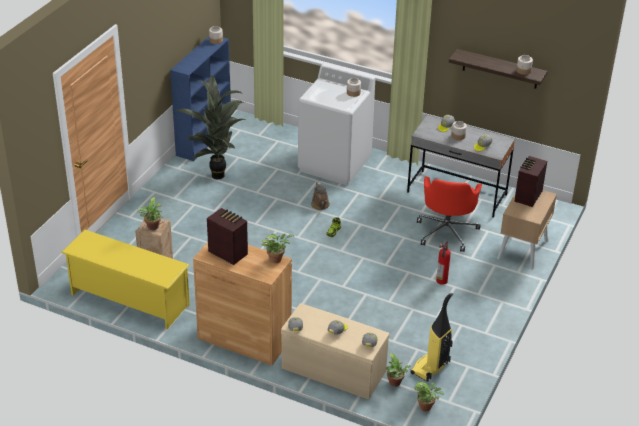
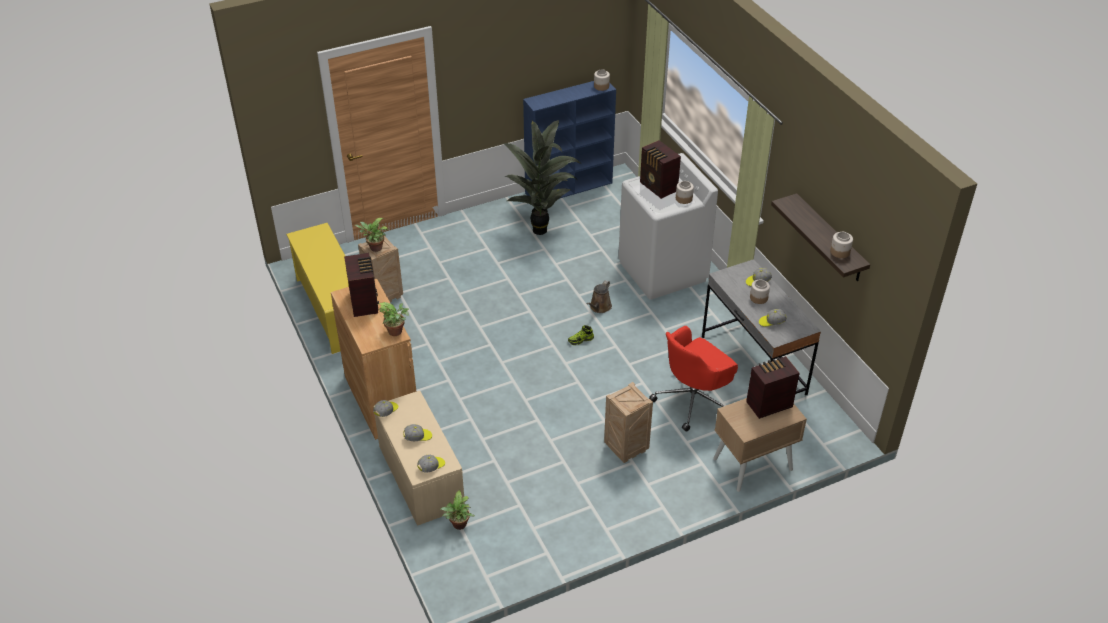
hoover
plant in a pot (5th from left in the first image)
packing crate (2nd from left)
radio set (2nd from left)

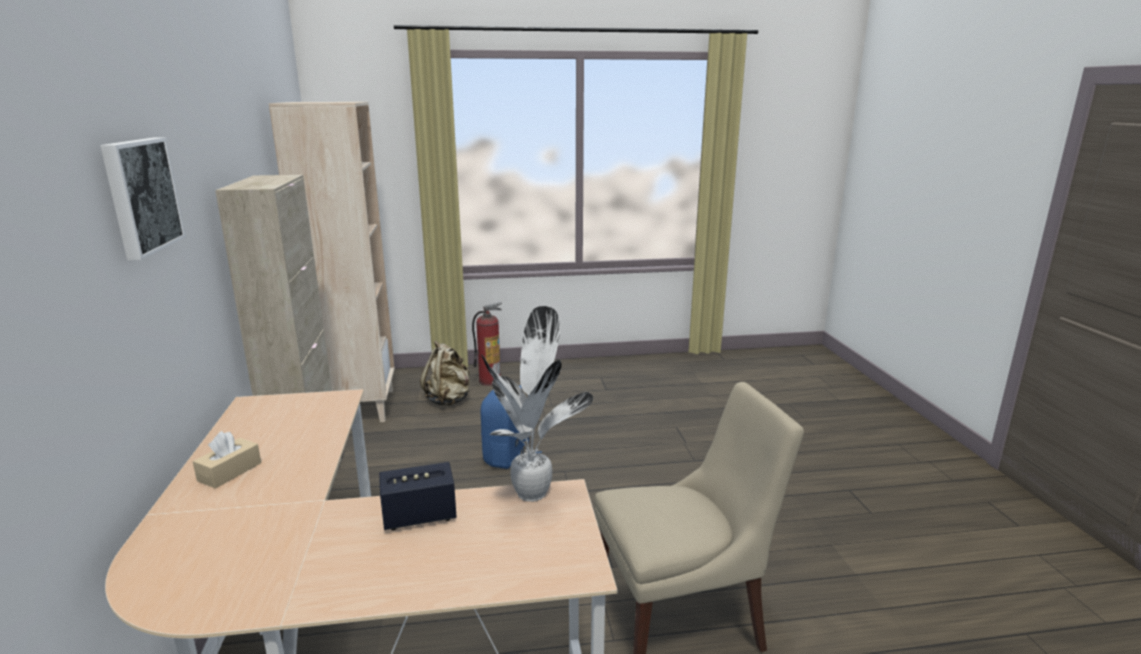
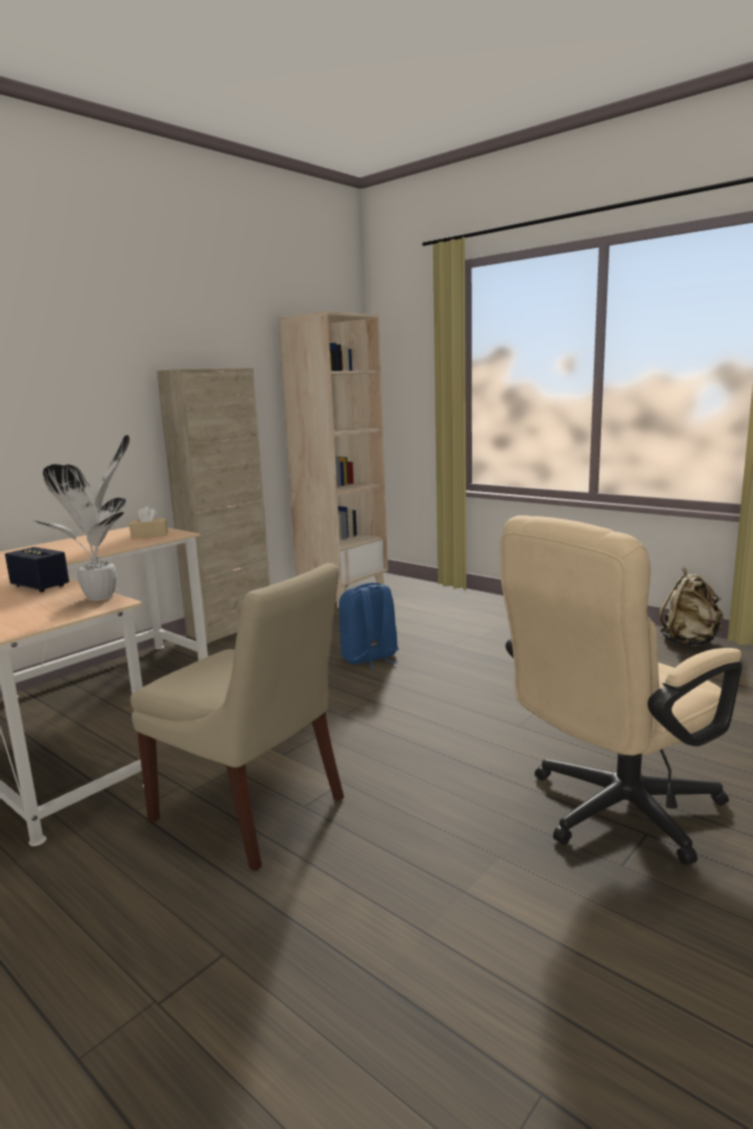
picture
sand-coloured tissue holder
sand-coloured backpack
fire extinguisher
sand-coloured computer chair

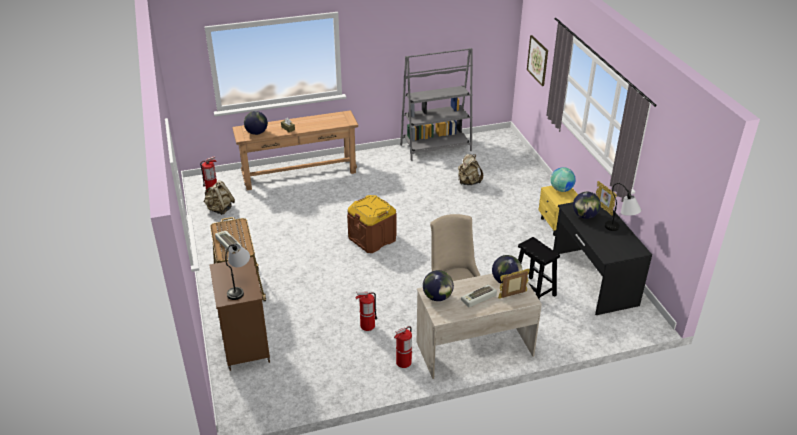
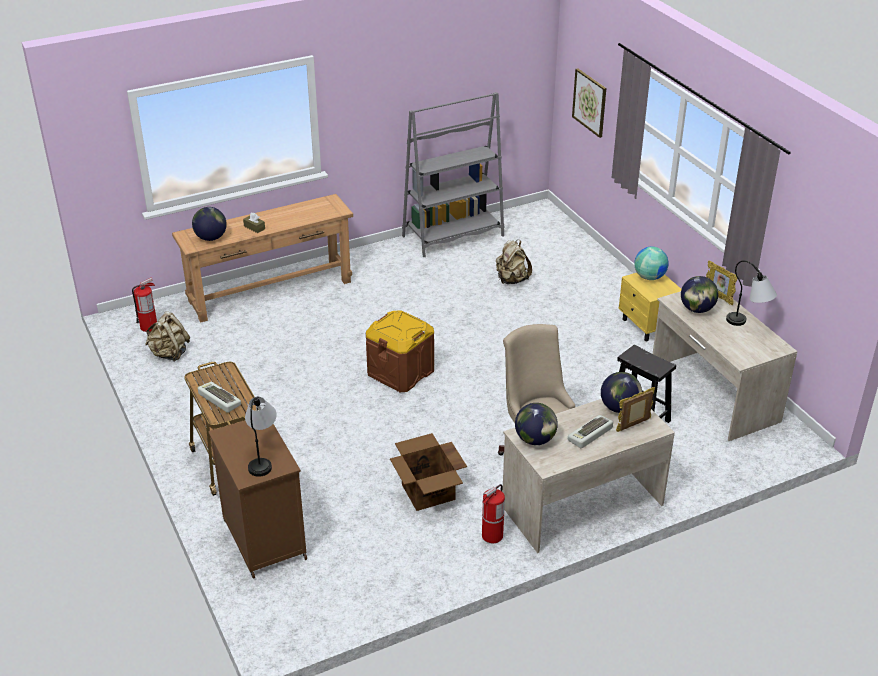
cardboard box
sand-coloured desk unit (2nd from left)

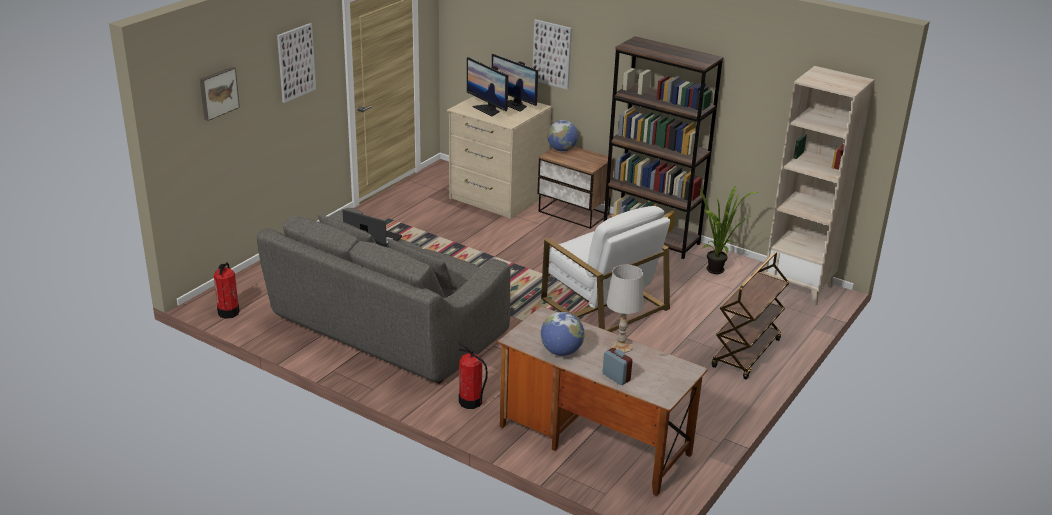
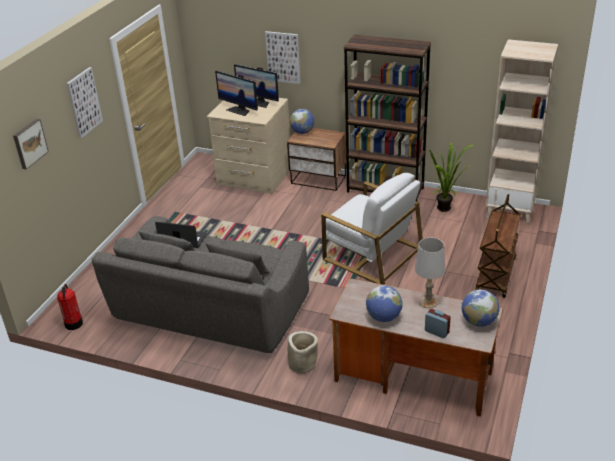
sand-coloured flower pot
desk globe (3rd from left)

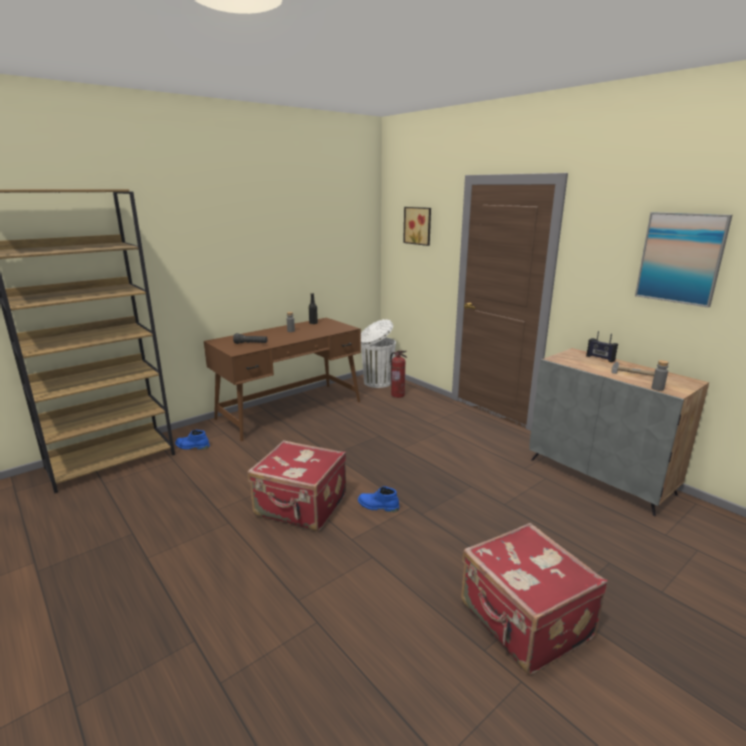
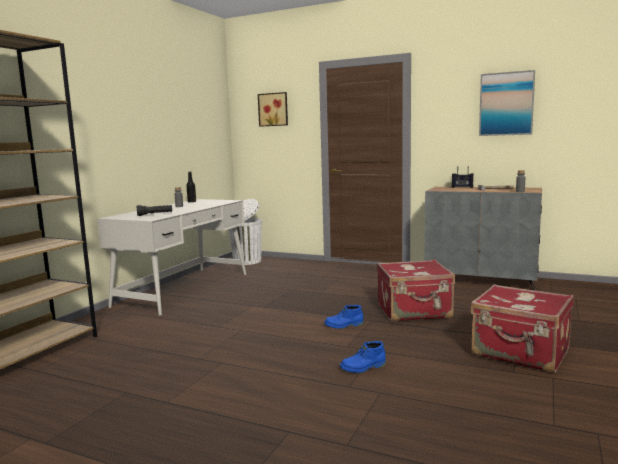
blue-coloured high-top boot (2nd from left)
white desk unit
red-coloured travel case (1st from left)
fire extinguisher

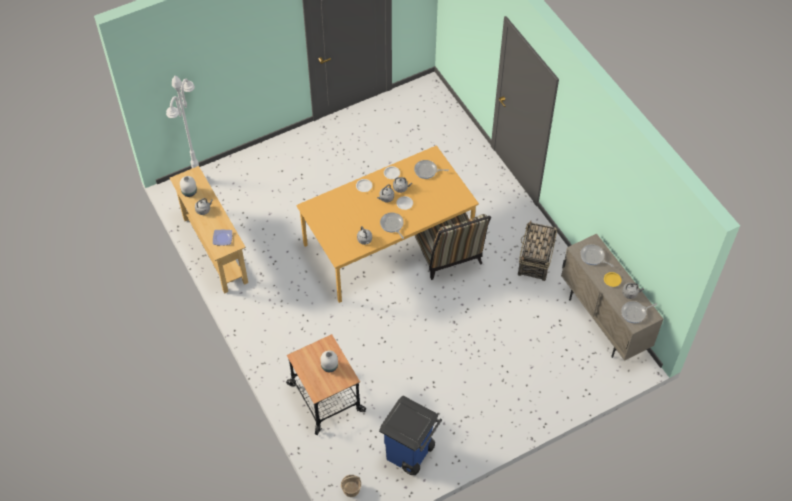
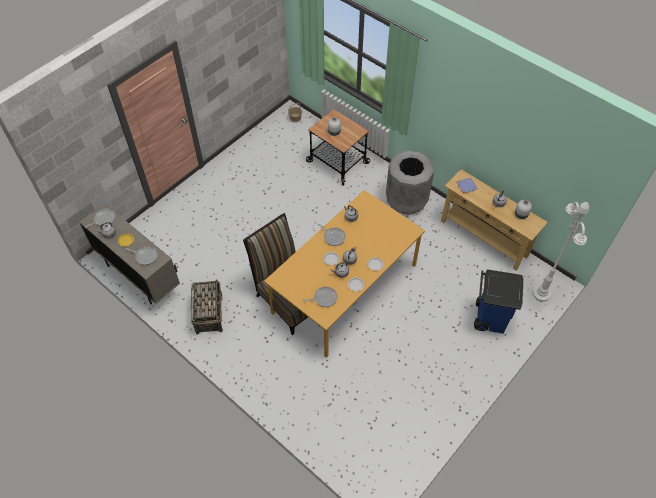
blue-coloured rubbish bin
grey rubbish bin

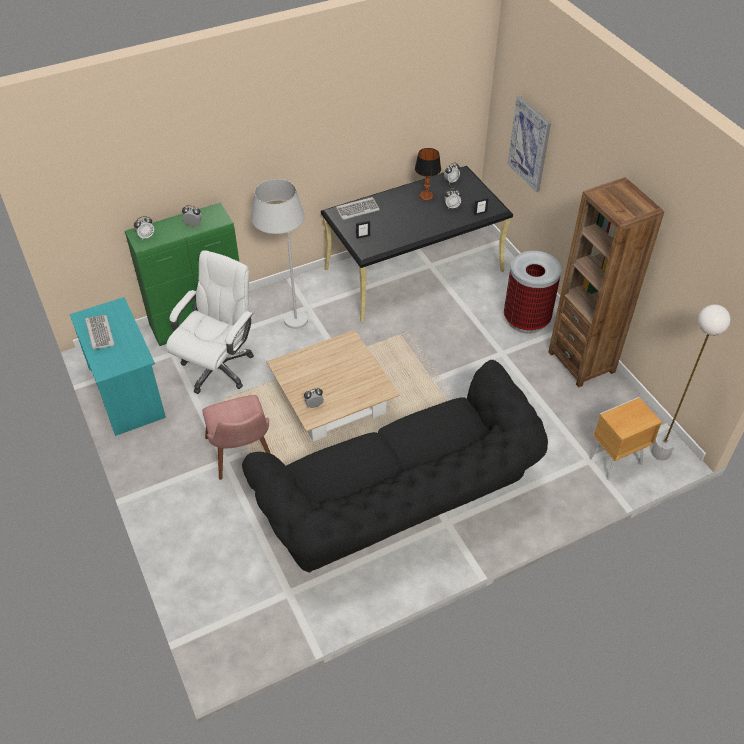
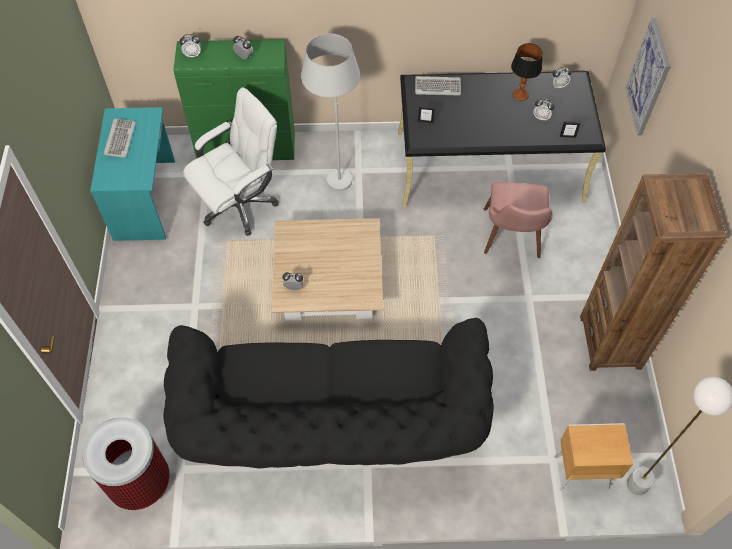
pink-coloured upright chair
rubbish bin

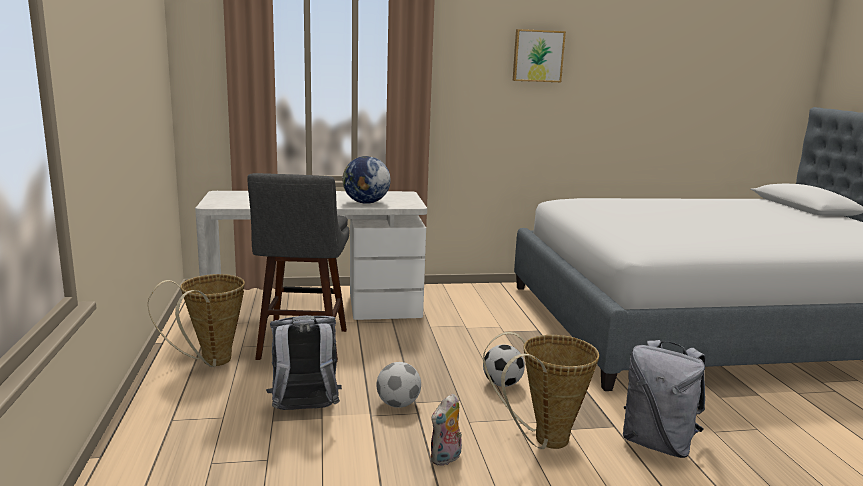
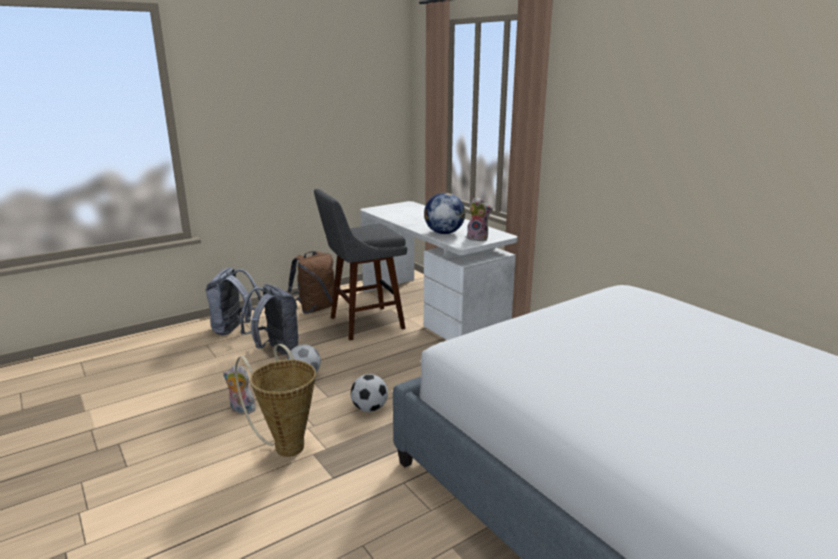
brown backpack
picture
grey backpack (1st from left)
cuddly toy (2nd from left)

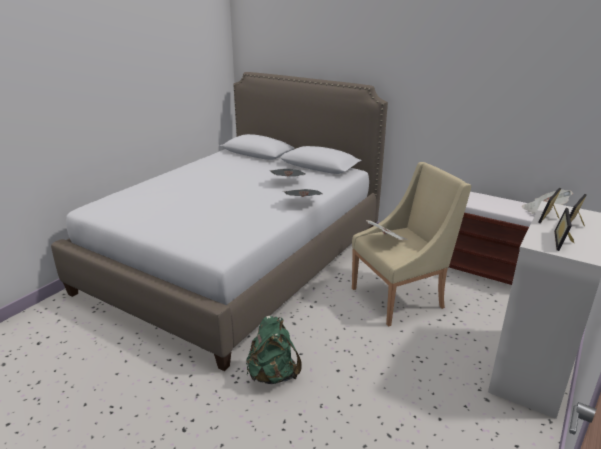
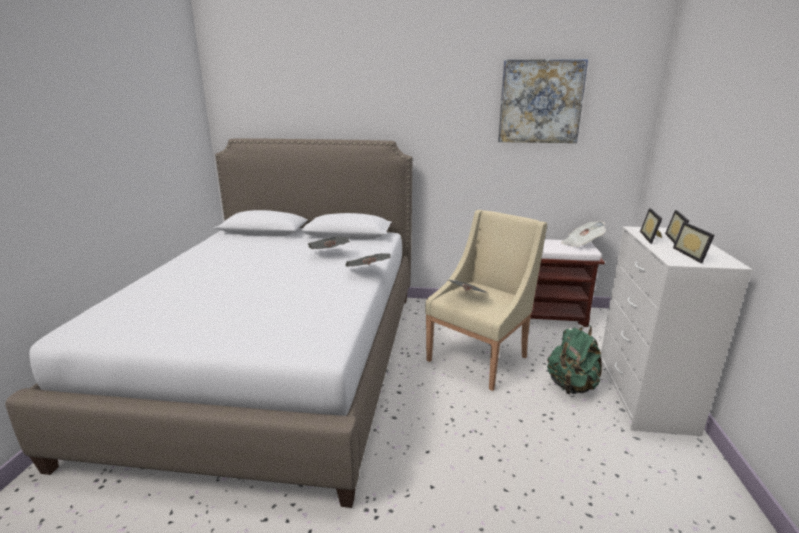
greenish backpack
picture

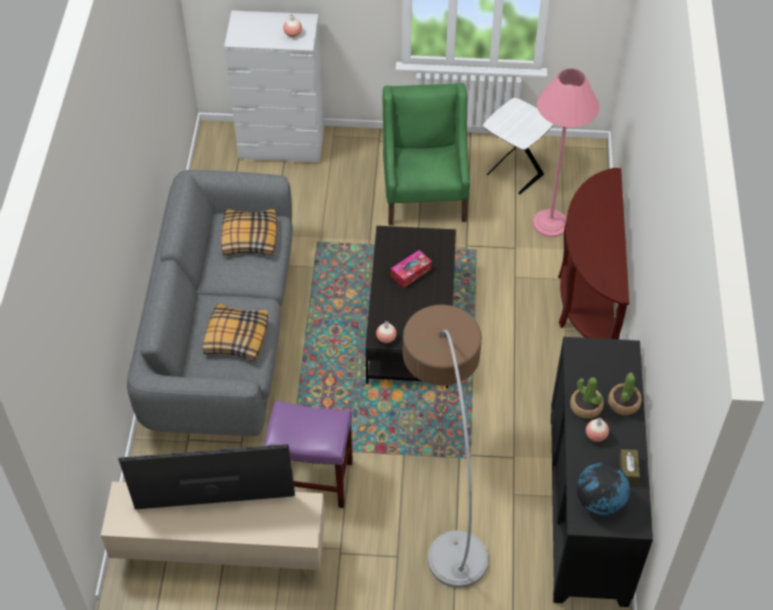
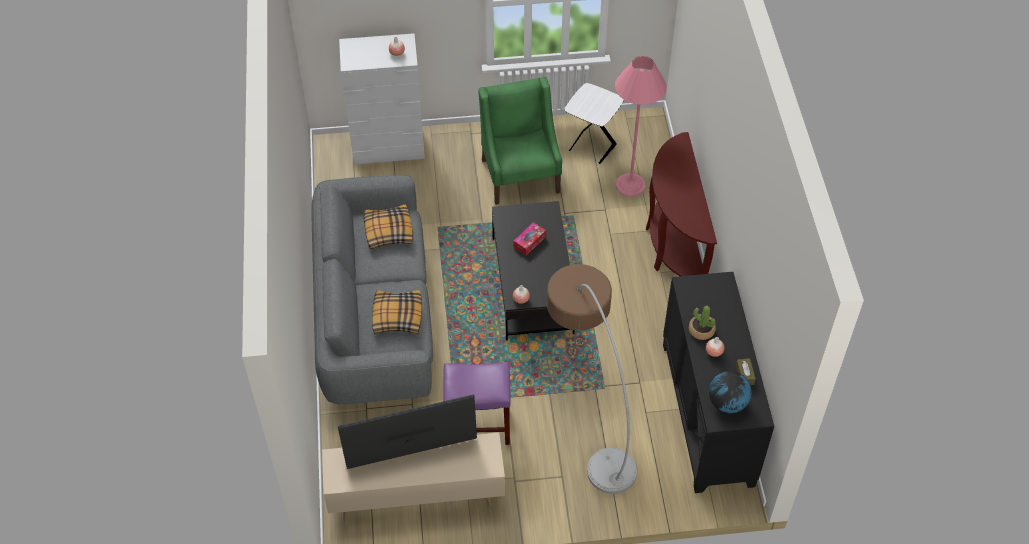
plant in a pot (2nd from left in the first image)

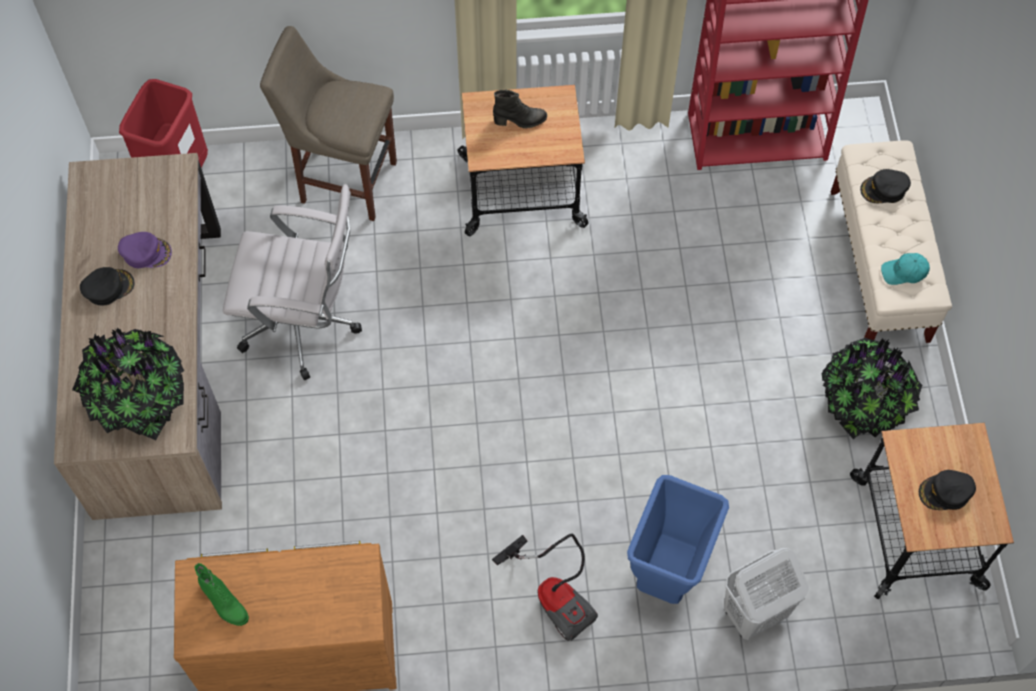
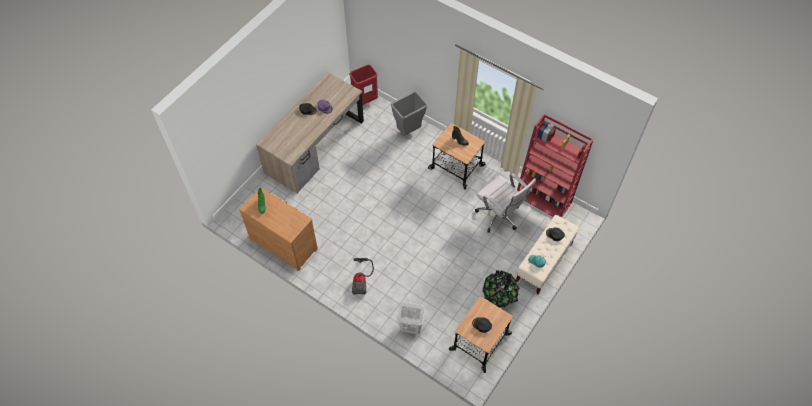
plant in a pot (1st from left in the first image)
white computer chair
grey rubbish bin
blue-coloured rubbish bin

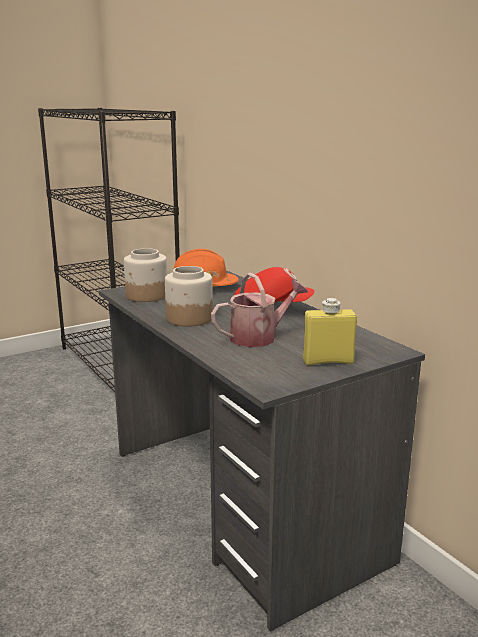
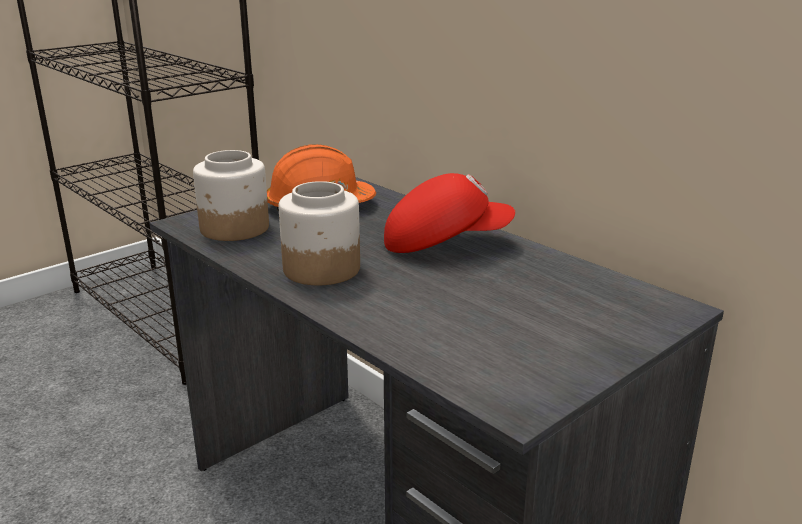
watering pot
yellowish beverage bottle

